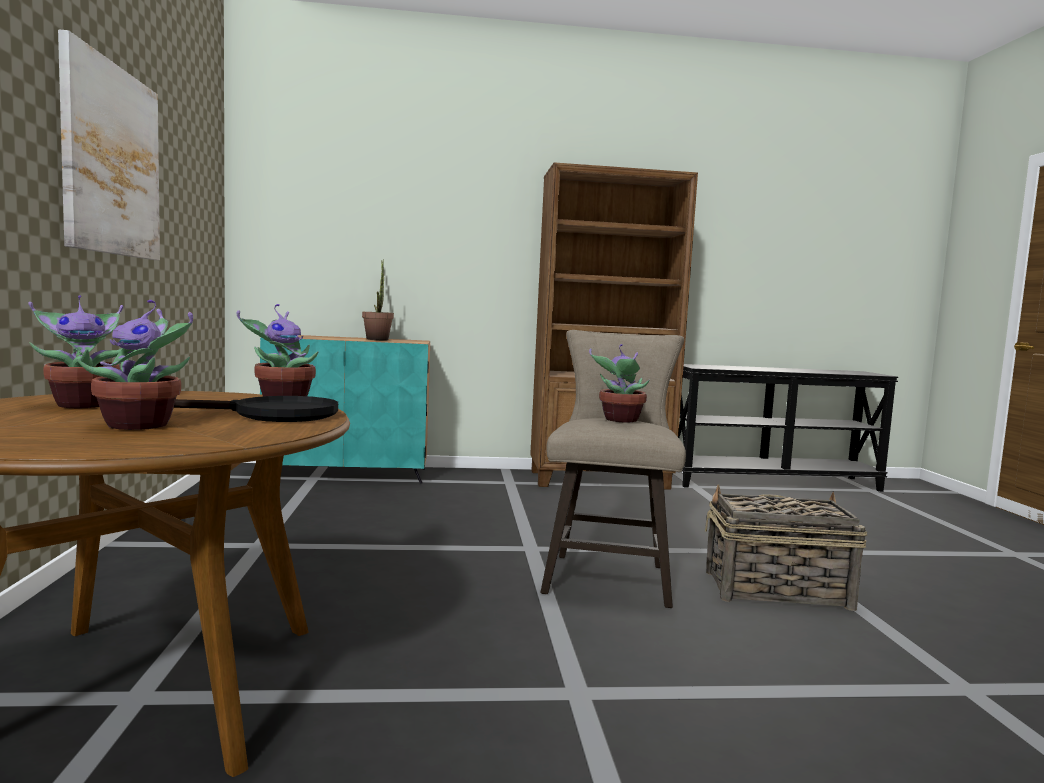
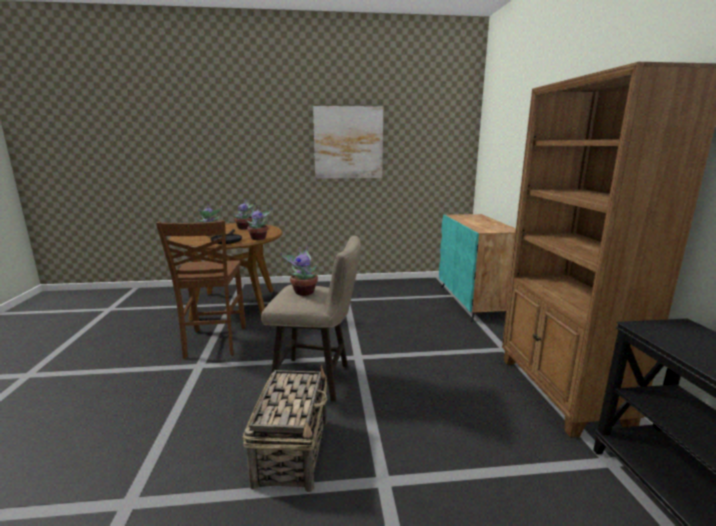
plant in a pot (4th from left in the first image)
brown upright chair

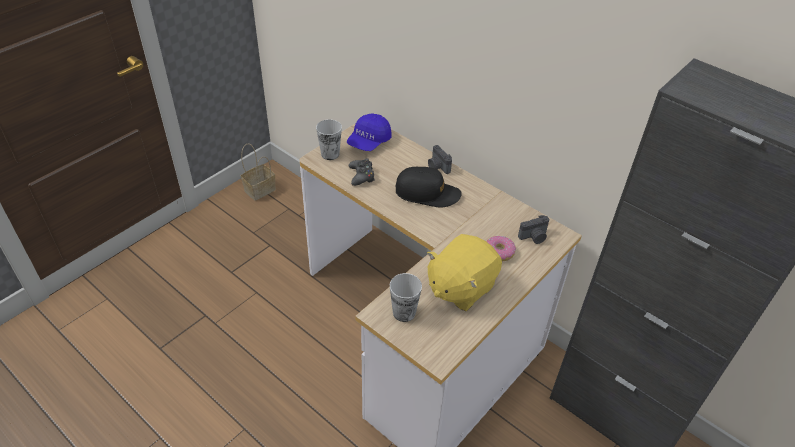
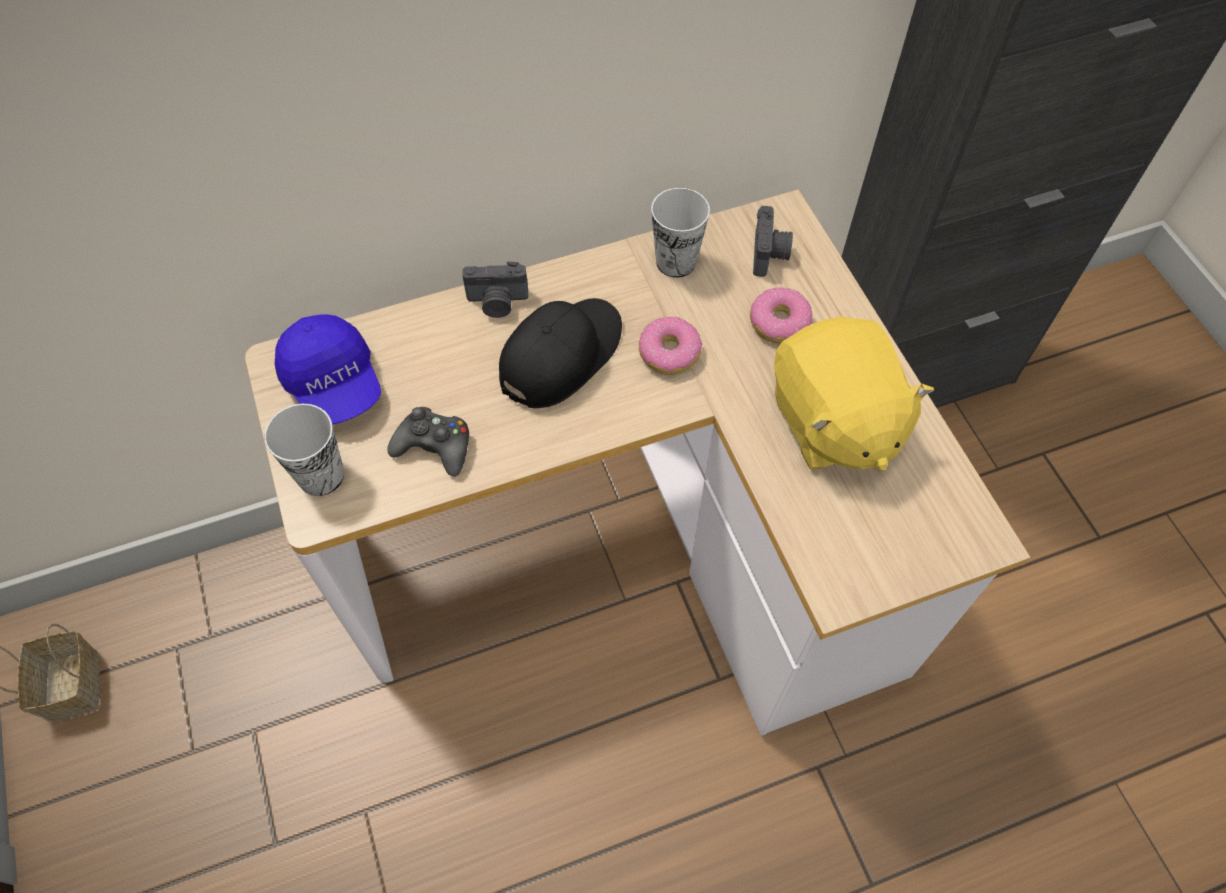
cup (2nd from left)
ring doughnut (1st from left)

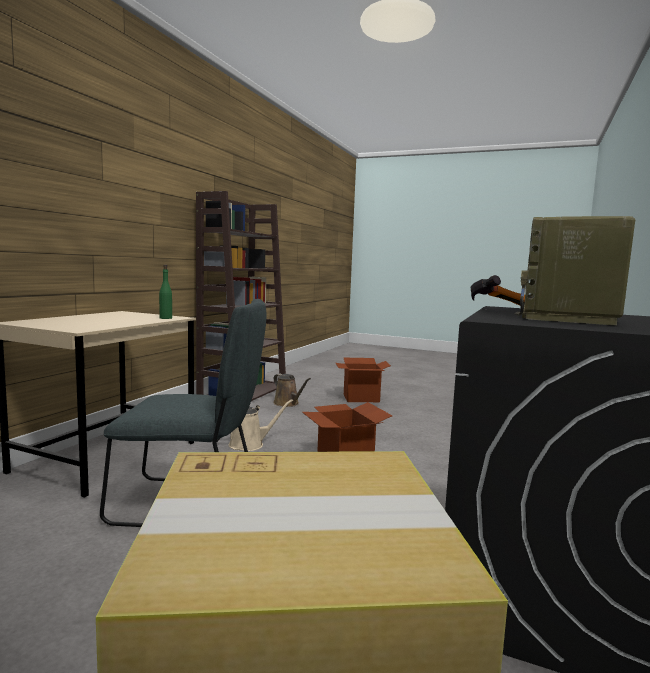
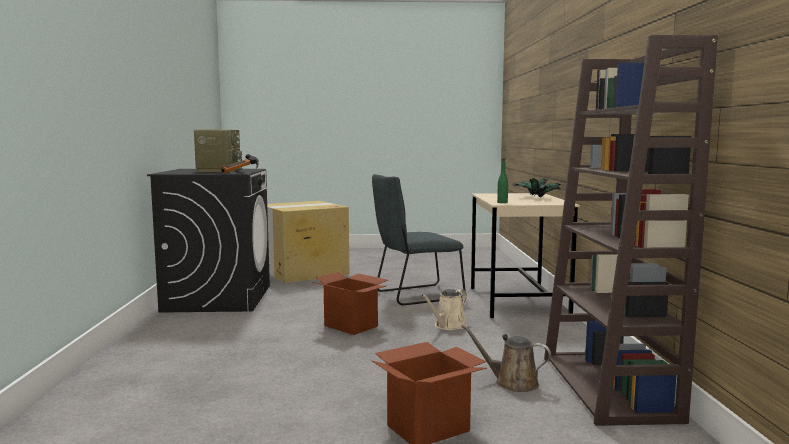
plant in a pot

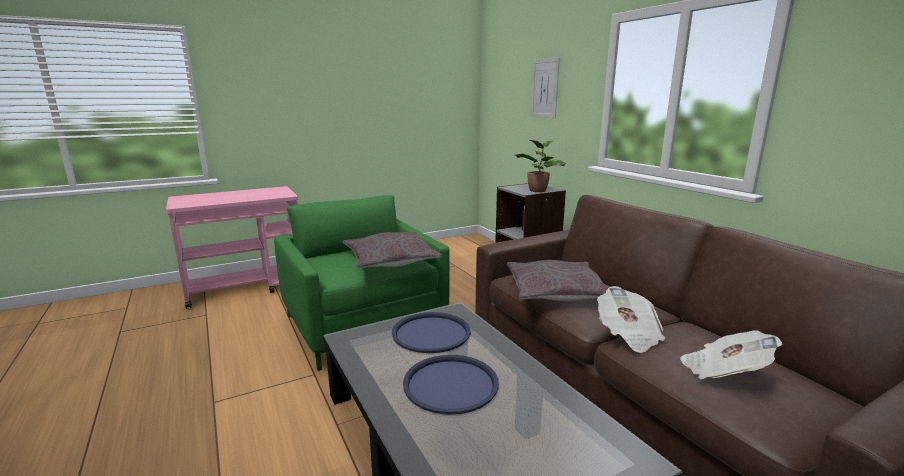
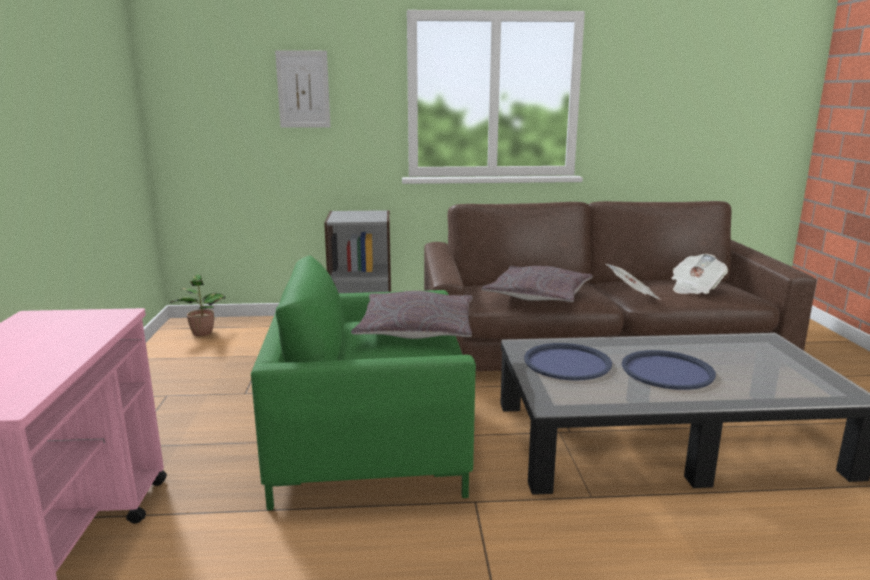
plant in a pot

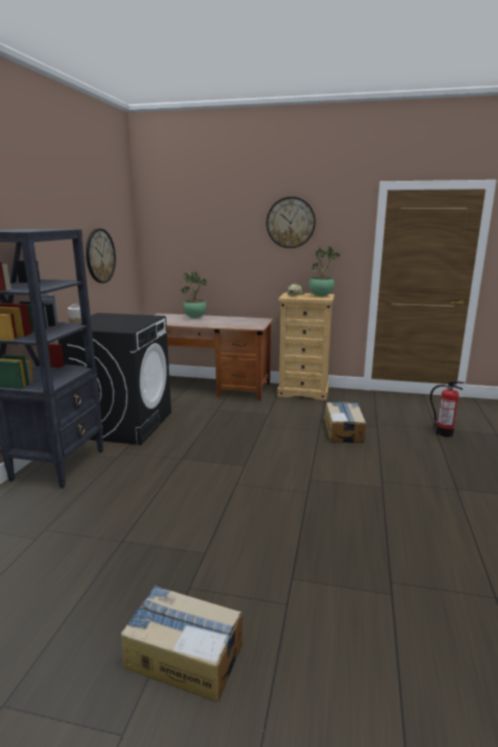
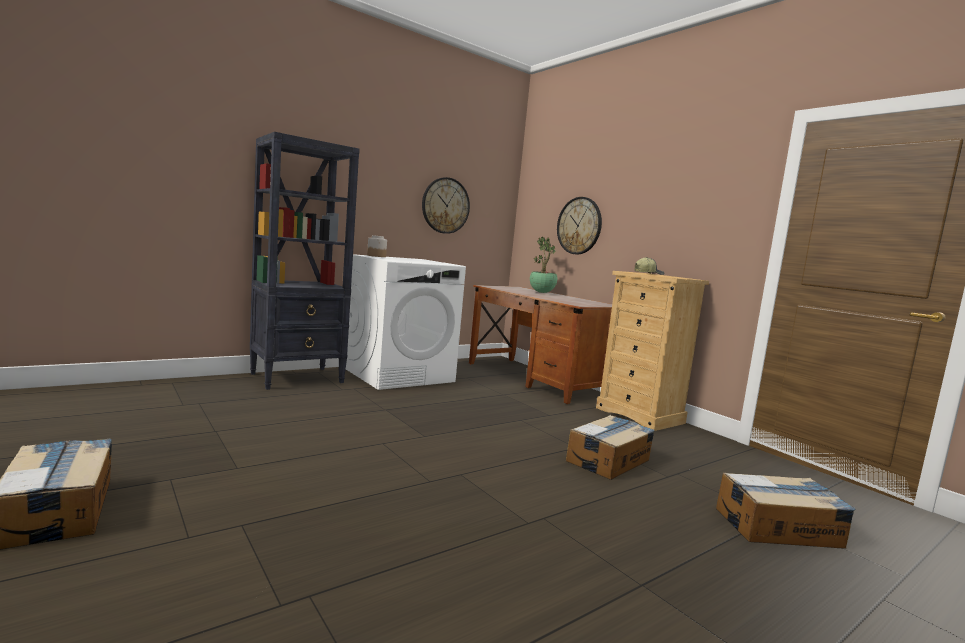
white laundry machine
wall clock (2nd from left)
plant in a pot (2nd from left in the first image)
cardboard box (3rd from left)

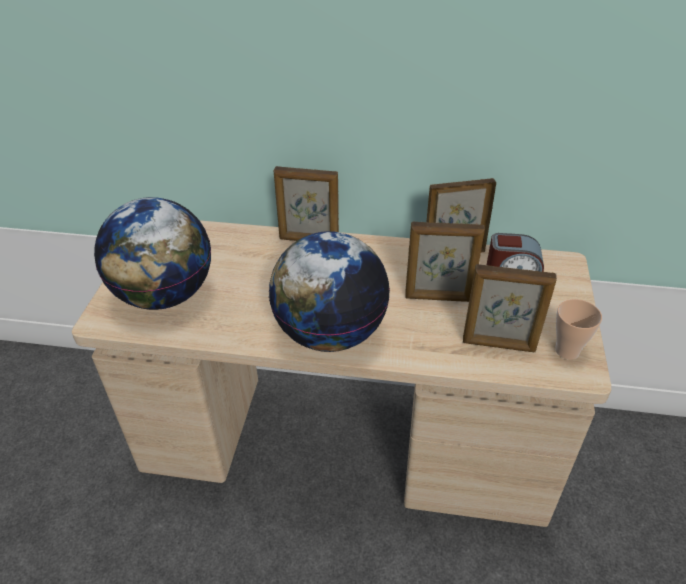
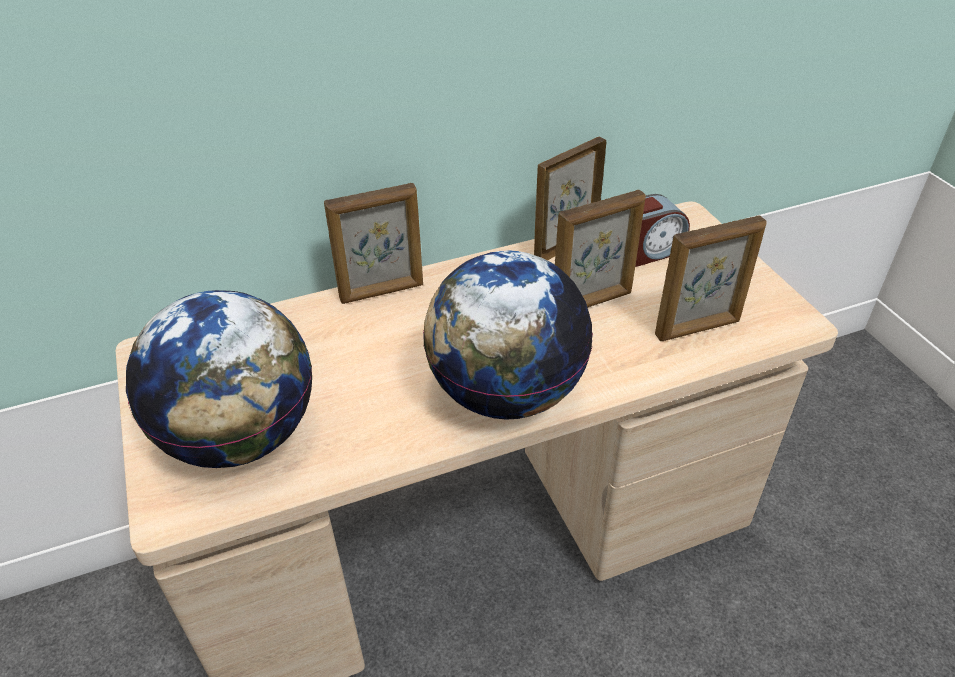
cup

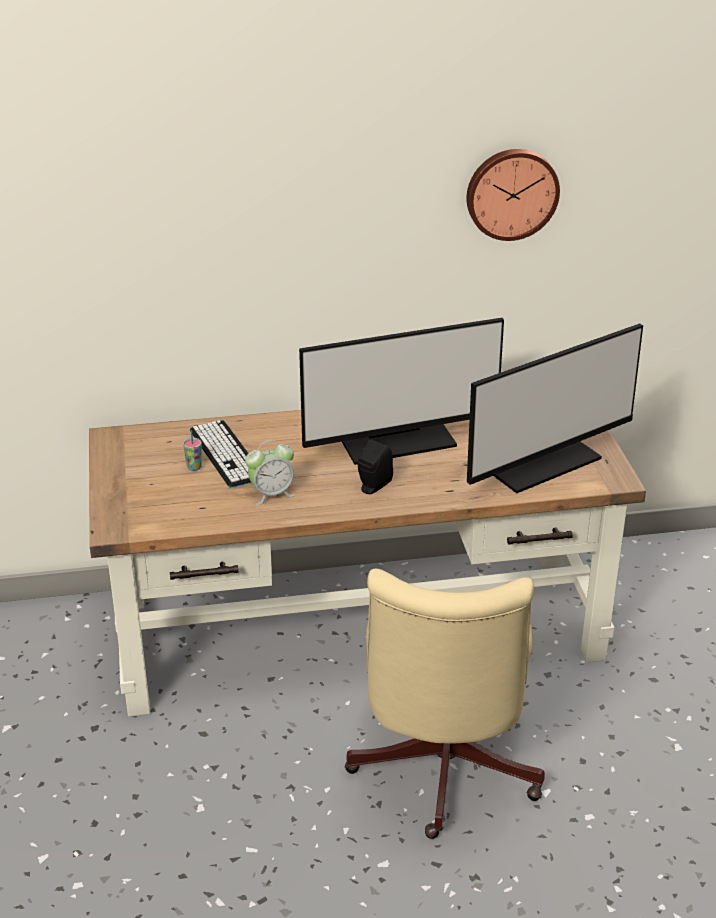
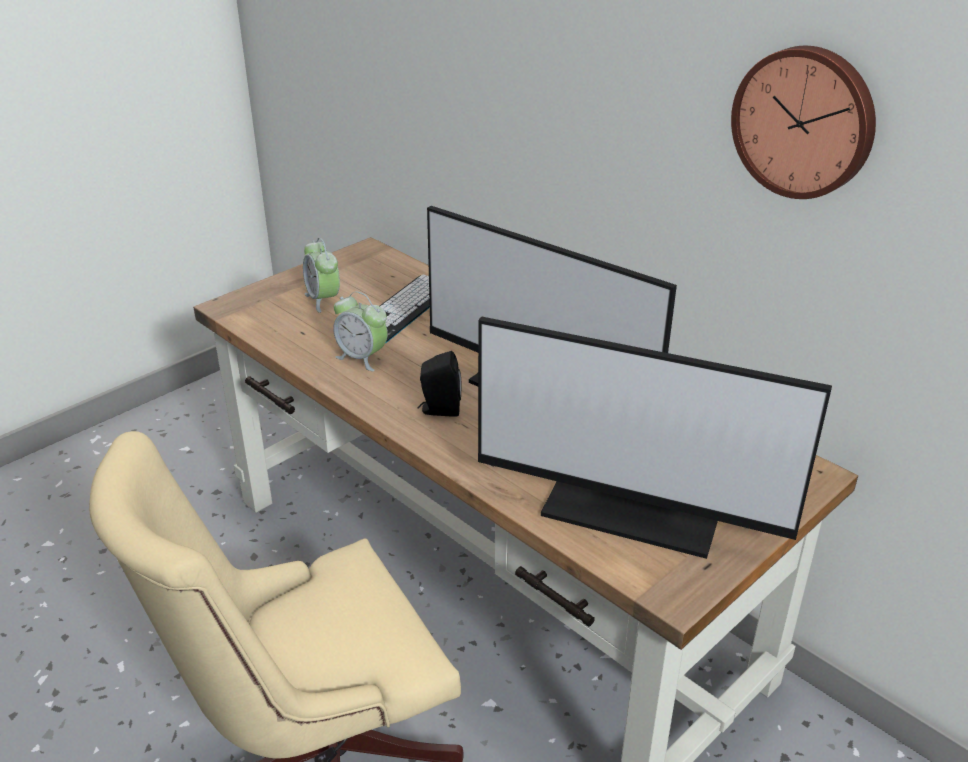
cup
bedside clock (1st from left)

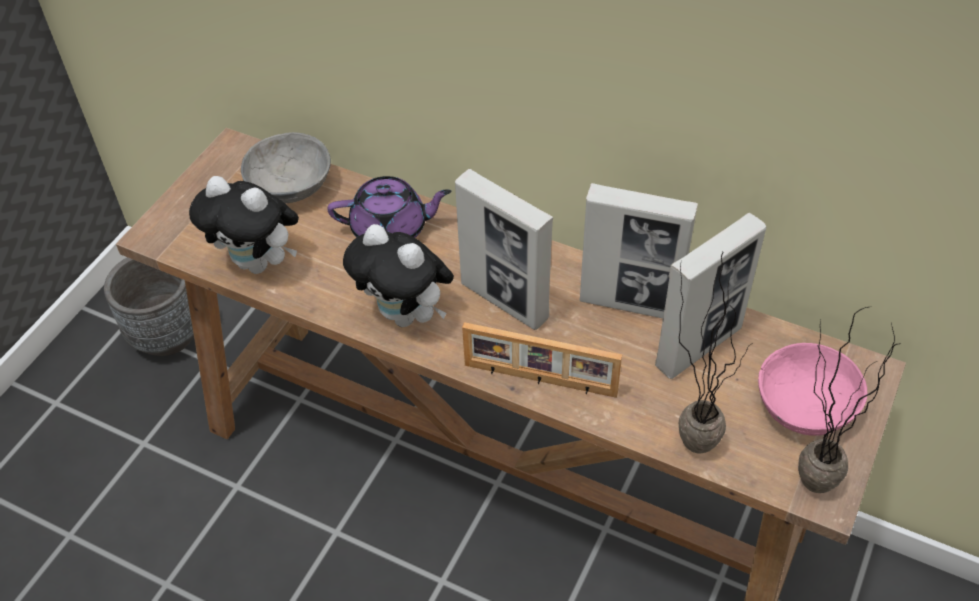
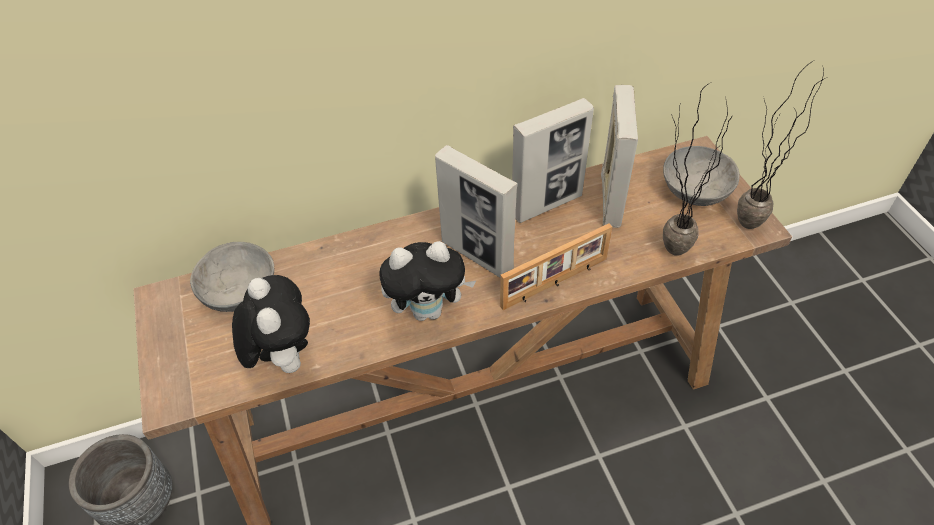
cuddly toy (1st from left)
purple teapot
picture frame (1st from left)
grey deep dish (2nd from left)

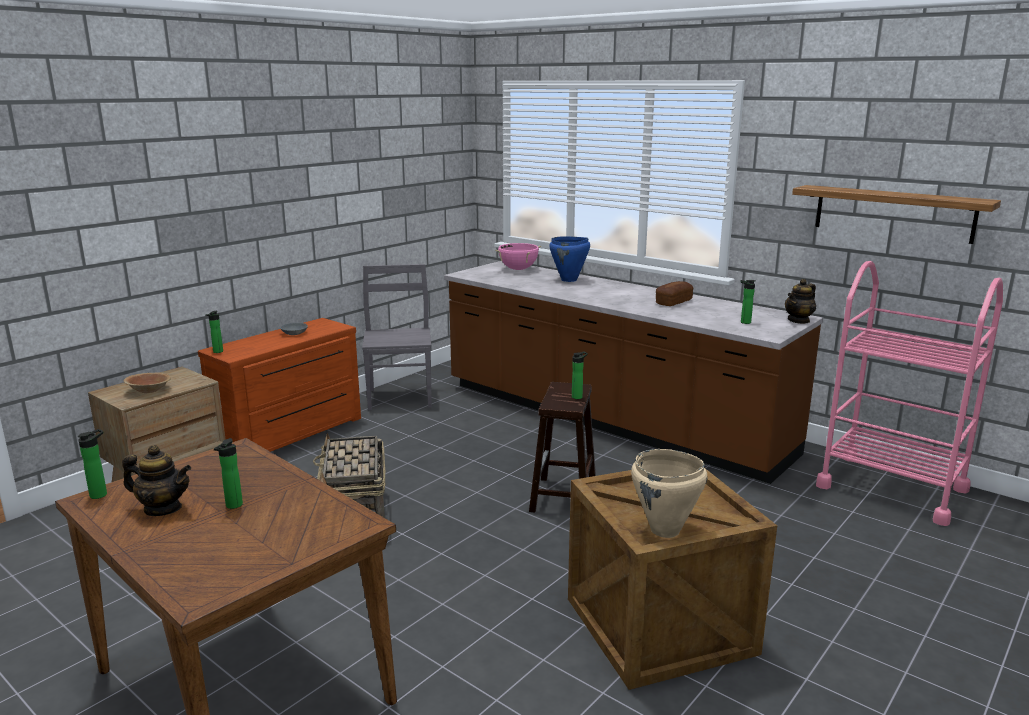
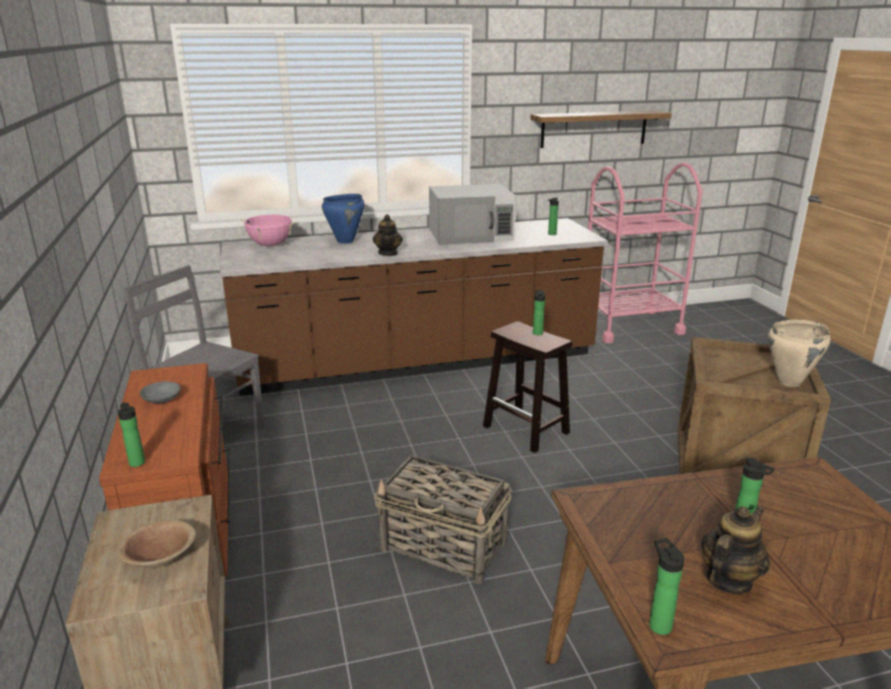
white microwave
teapot (1st from left)

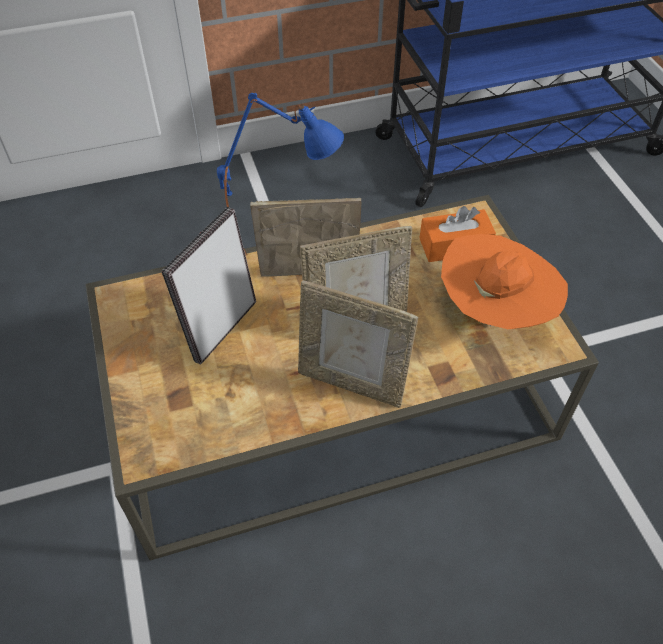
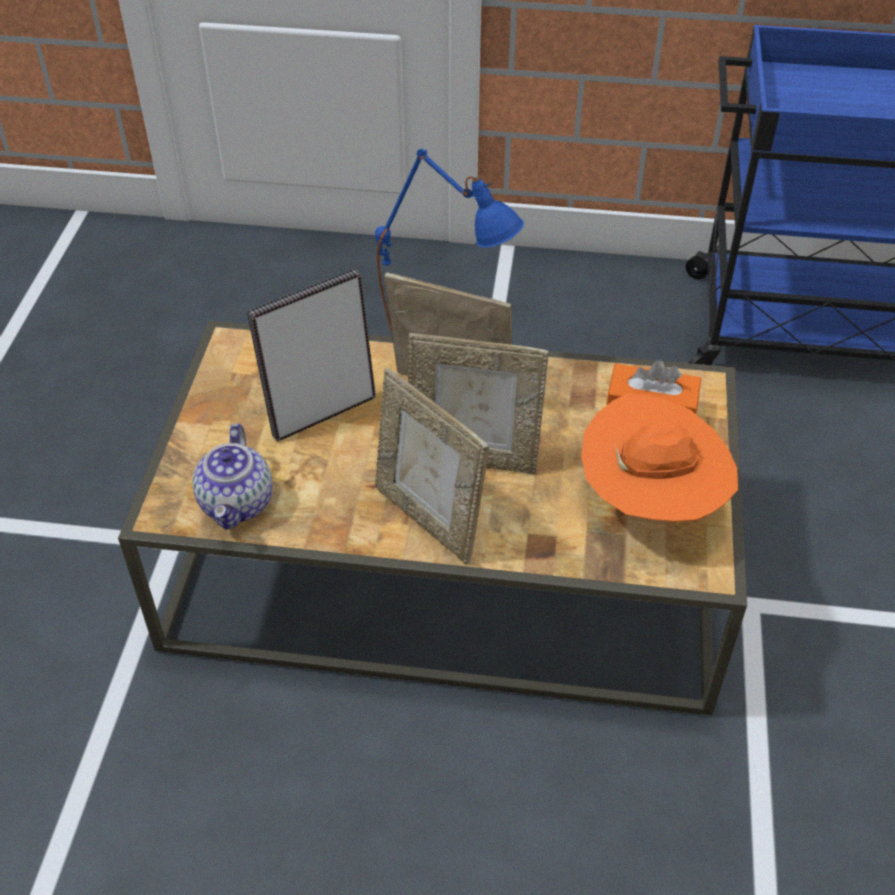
teapot

